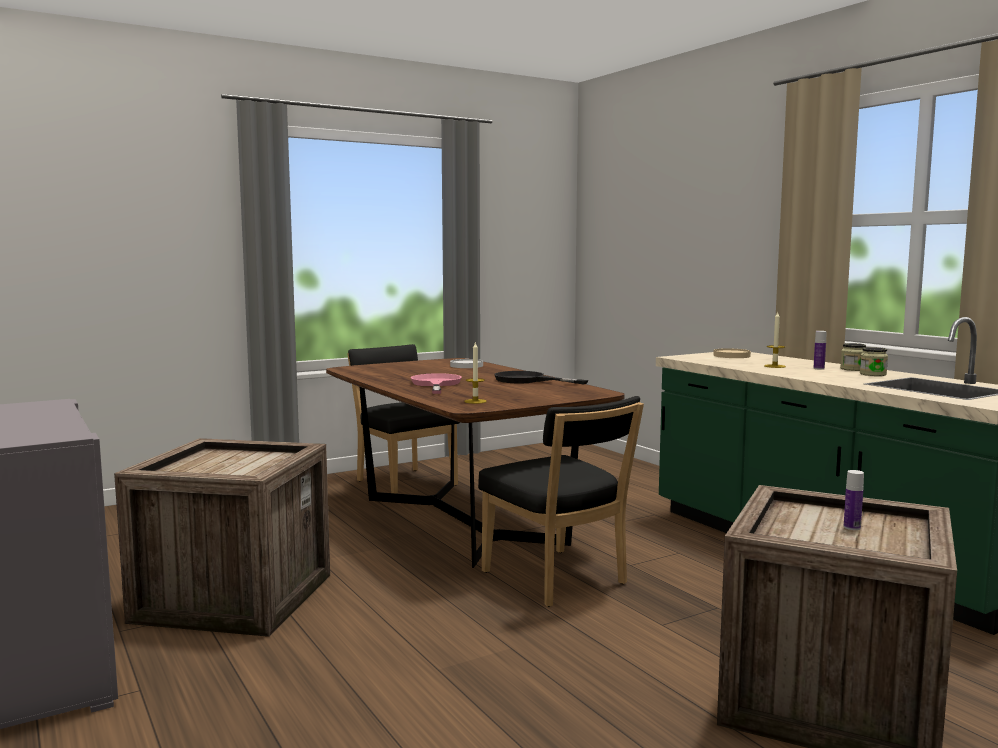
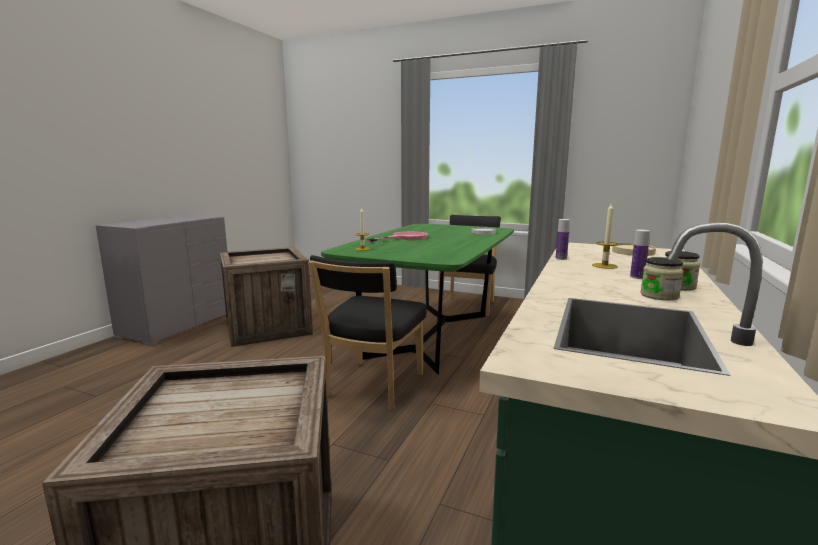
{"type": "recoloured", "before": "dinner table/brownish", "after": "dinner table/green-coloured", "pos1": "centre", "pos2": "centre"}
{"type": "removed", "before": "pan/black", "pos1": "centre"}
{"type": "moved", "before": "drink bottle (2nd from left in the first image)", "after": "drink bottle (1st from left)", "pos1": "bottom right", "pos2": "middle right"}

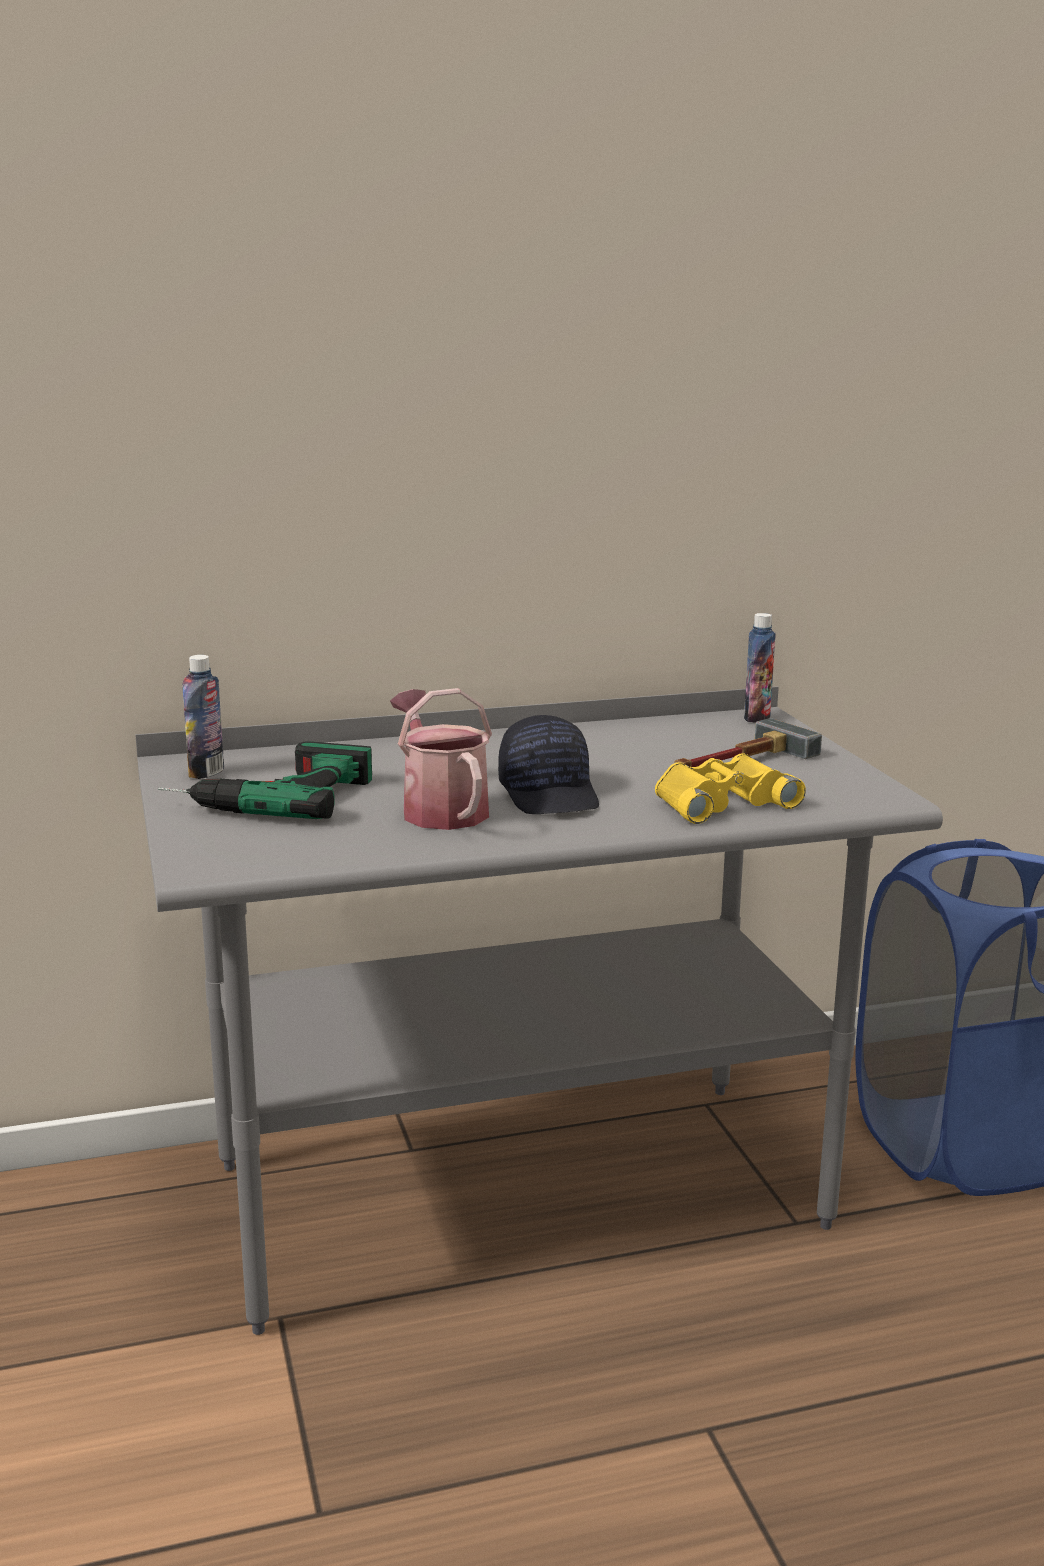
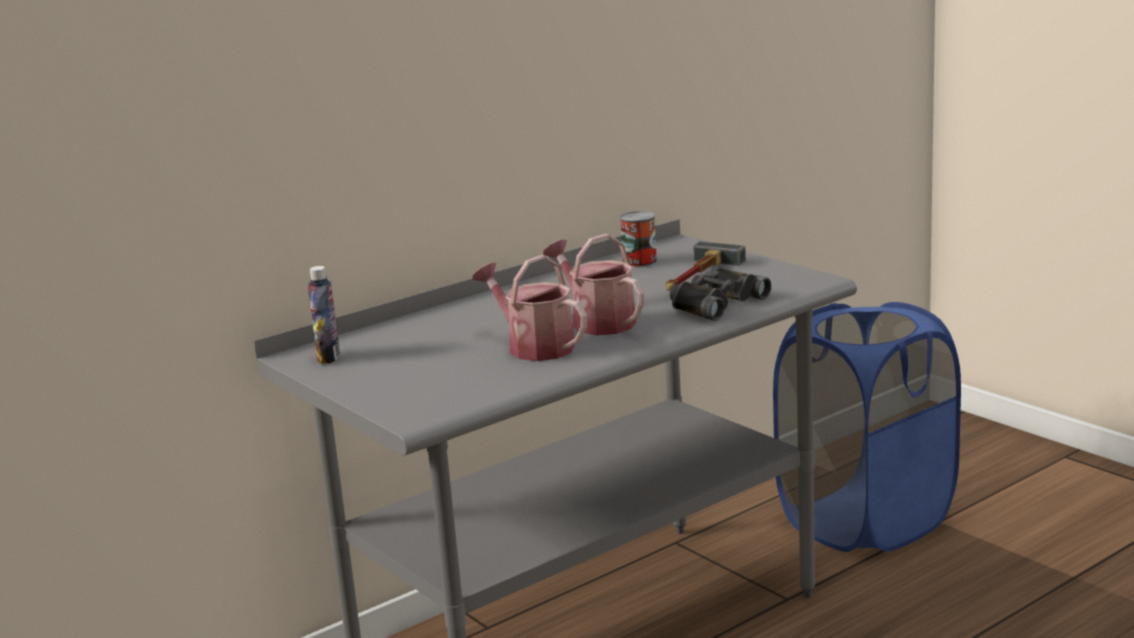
{"type": "removed", "before": "drink bottle (2nd from left)", "pos1": "middle right"}
{"type": "replaced", "before": "baseball cap/black", "after": "watering can (2nd from left)", "pos1": "centre", "pos2": "centre"}
{"type": "removed", "before": "power drill", "pos1": "middle left"}
{"type": "recoloured", "before": "pair of binoculars/yellow-coloured", "after": "pair of binoculars/black", "pos1": "middle right", "pos2": "centre"}
{"type": "added", "after": "metal can", "pos2": "centre"}

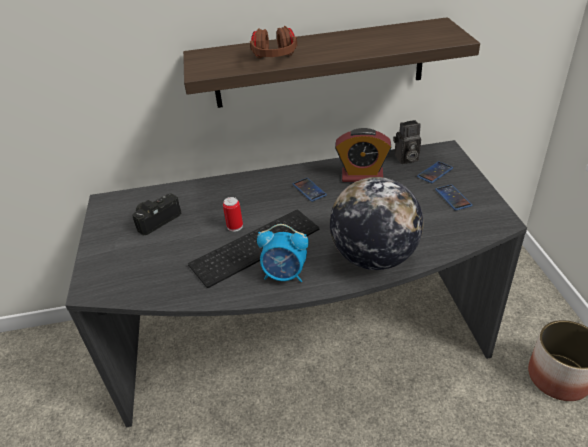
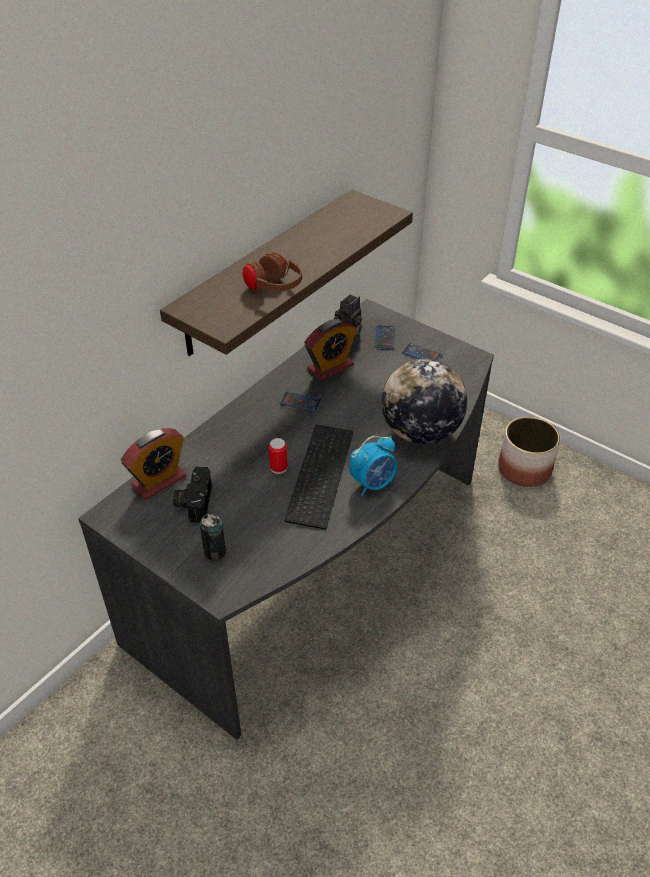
{"type": "added", "after": "table clock (1st from left)", "pos2": "middle left"}
{"type": "added", "after": "metal can (1st from left)", "pos2": "middle left"}

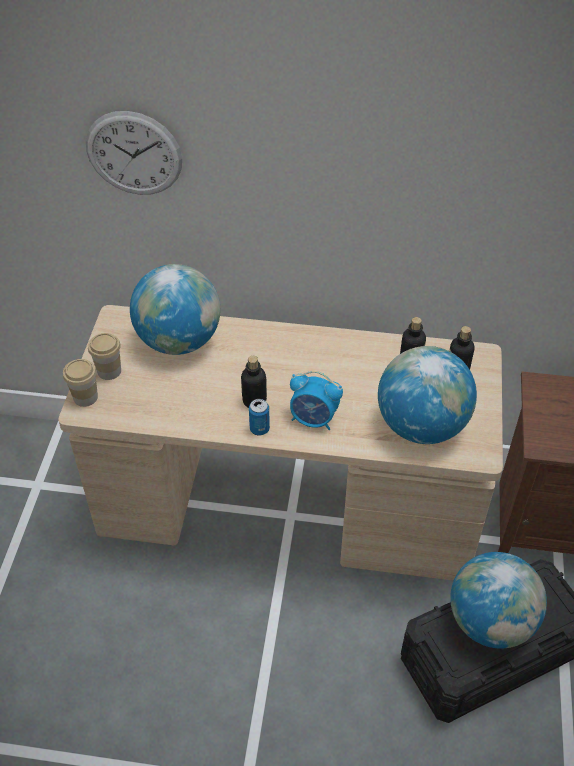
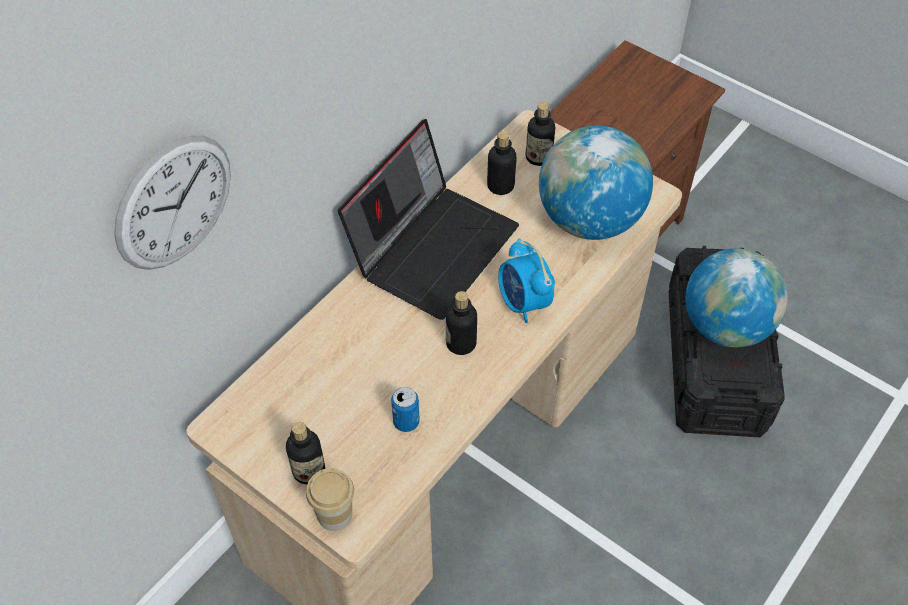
{"type": "removed", "before": "desk globe (1st from left)", "pos1": "middle left"}
{"type": "replaced", "before": "drinking cup (2nd from left)", "after": "drink bottle (1st from left)", "pos1": "middle left", "pos2": "bottom centre"}
{"type": "turned", "before": "table clock", "pos1": "centre", "pos2": "centre", "turn": 105}
{"type": "moved", "before": "metal can", "pos1": "centre", "pos2": "bottom centre"}
{"type": "added", "after": "laptop", "pos2": "centre"}

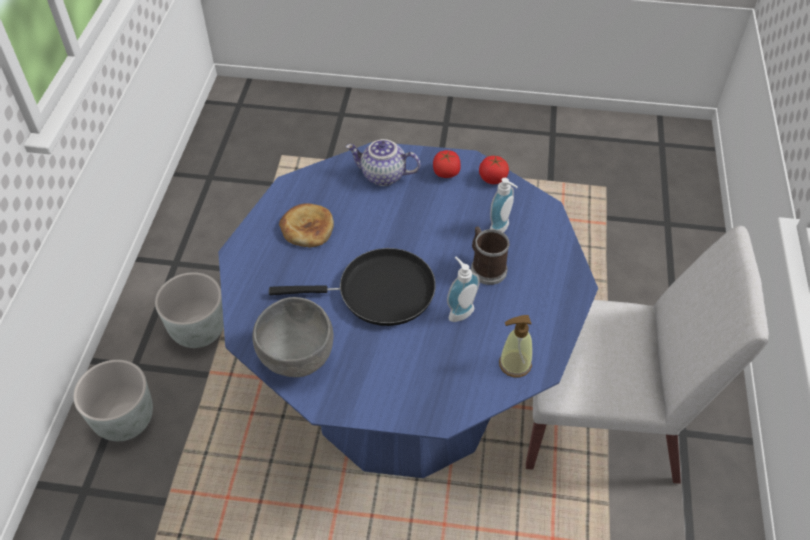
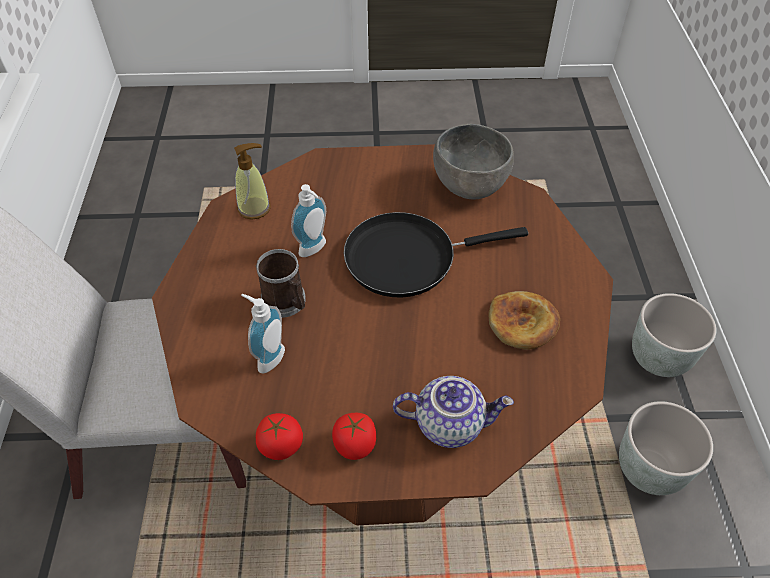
{"type": "recoloured", "before": "dinner table/blue-coloured", "after": "dinner table/brownish", "pos1": "centre", "pos2": "centre"}

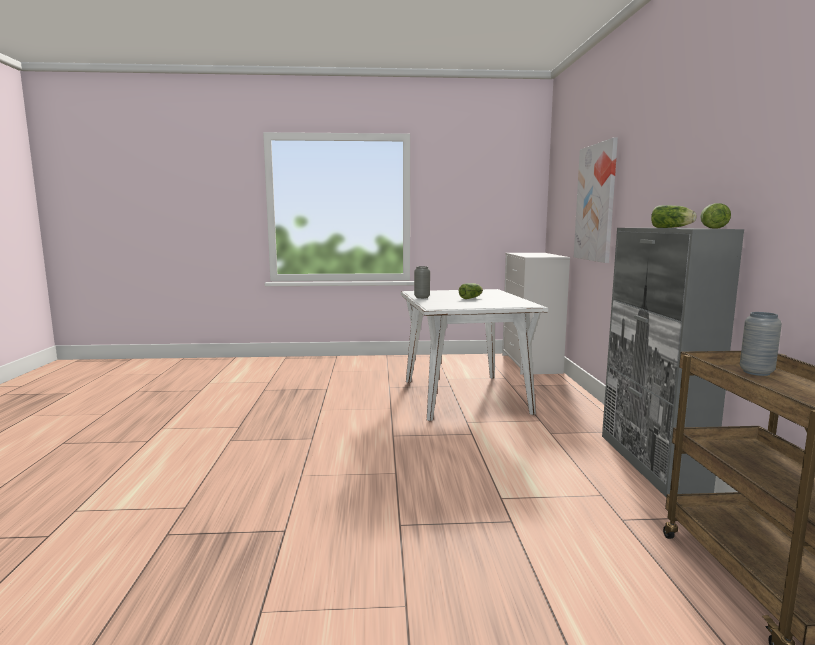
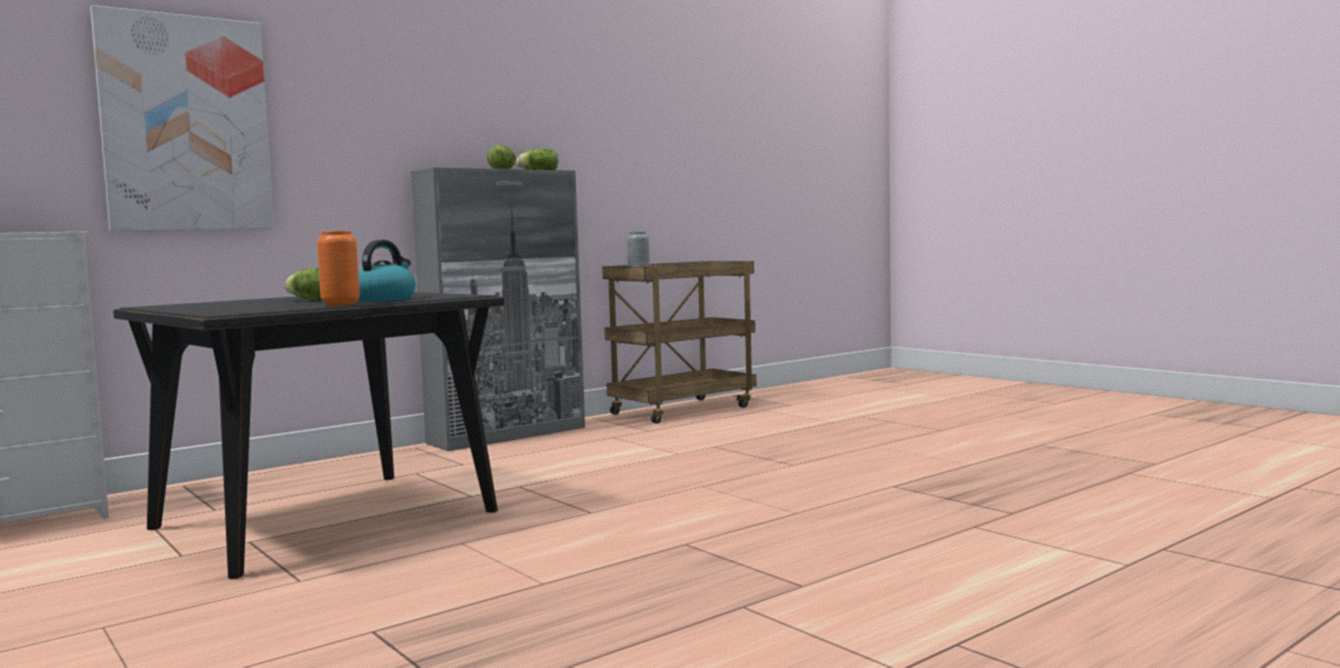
{"type": "recoloured", "before": "flower vase/gray (1st from left)", "after": "flower vase/orange", "pos1": "centre", "pos2": "middle left"}
{"type": "recoloured", "before": "dinner table/whitish", "after": "dinner table/black", "pos1": "centre", "pos2": "middle left"}
{"type": "added", "after": "water kettle", "pos2": "middle left"}

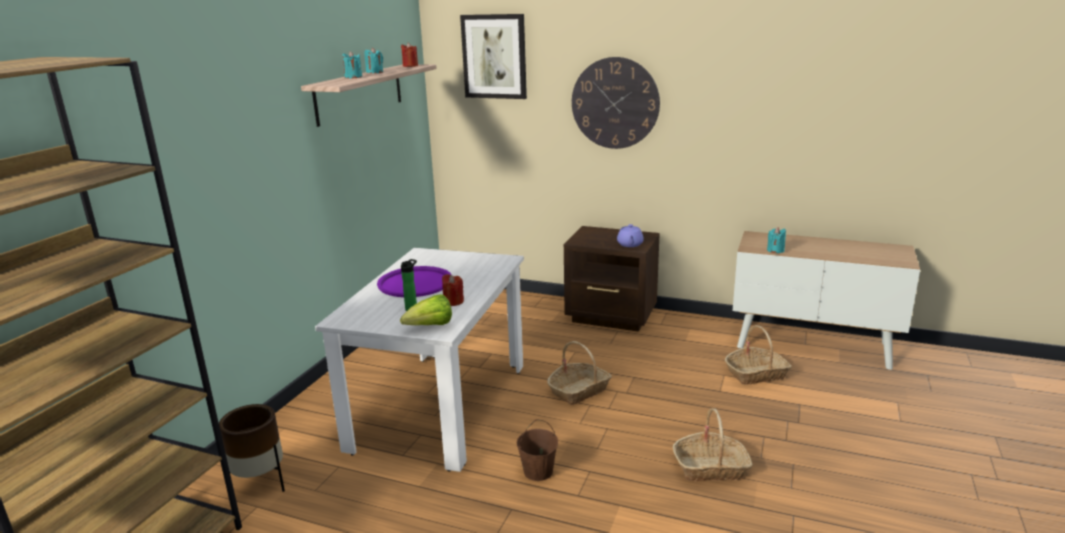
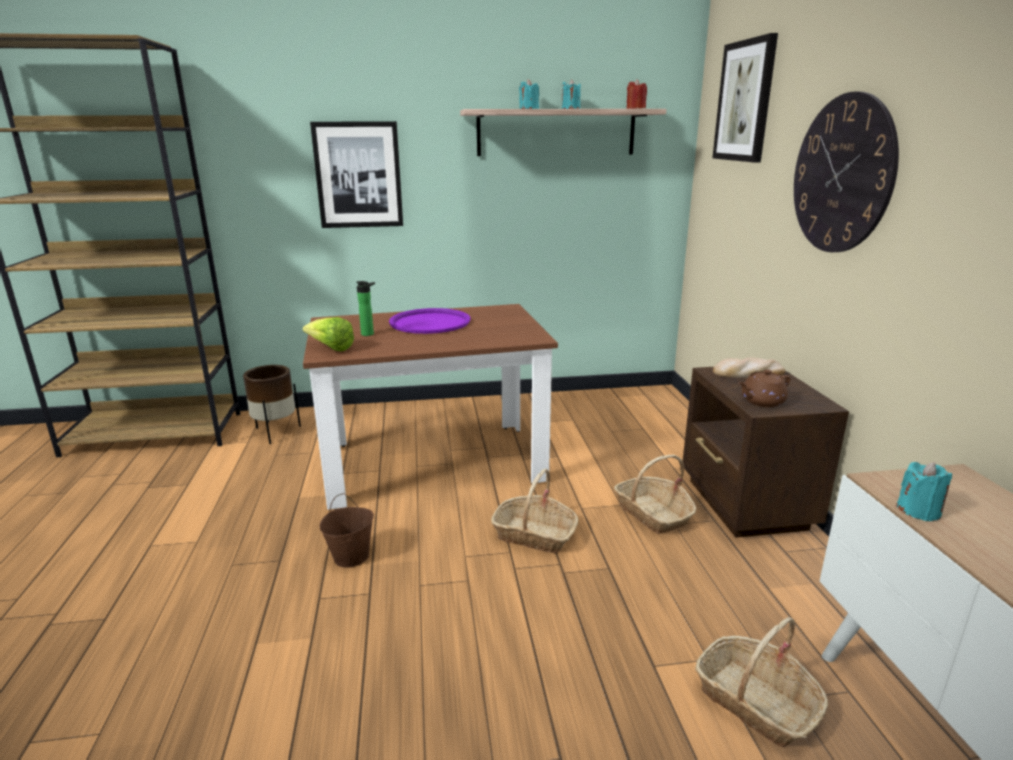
{"type": "recoloured", "before": "tea pot/purplish", "after": "tea pot/brownish", "pos1": "centre", "pos2": "middle right"}
{"type": "recoloured", "before": "dinner table/whitish", "after": "dinner table/brownish", "pos1": "bottom centre", "pos2": "centre"}
{"type": "removed", "before": "wax light/red (2nd from left)", "pos1": "centre"}
{"type": "moved", "before": "household basket (2nd from left)", "pos1": "bottom right", "pos2": "centre"}
{"type": "added", "after": "wall picture (1st from left)", "pos2": "top centre"}
{"type": "added", "after": "bakery bread", "pos2": "middle right"}

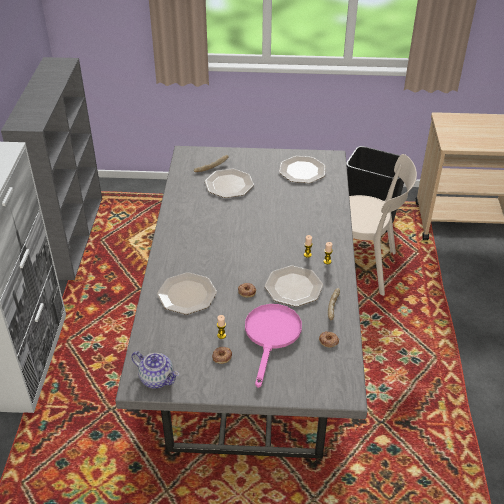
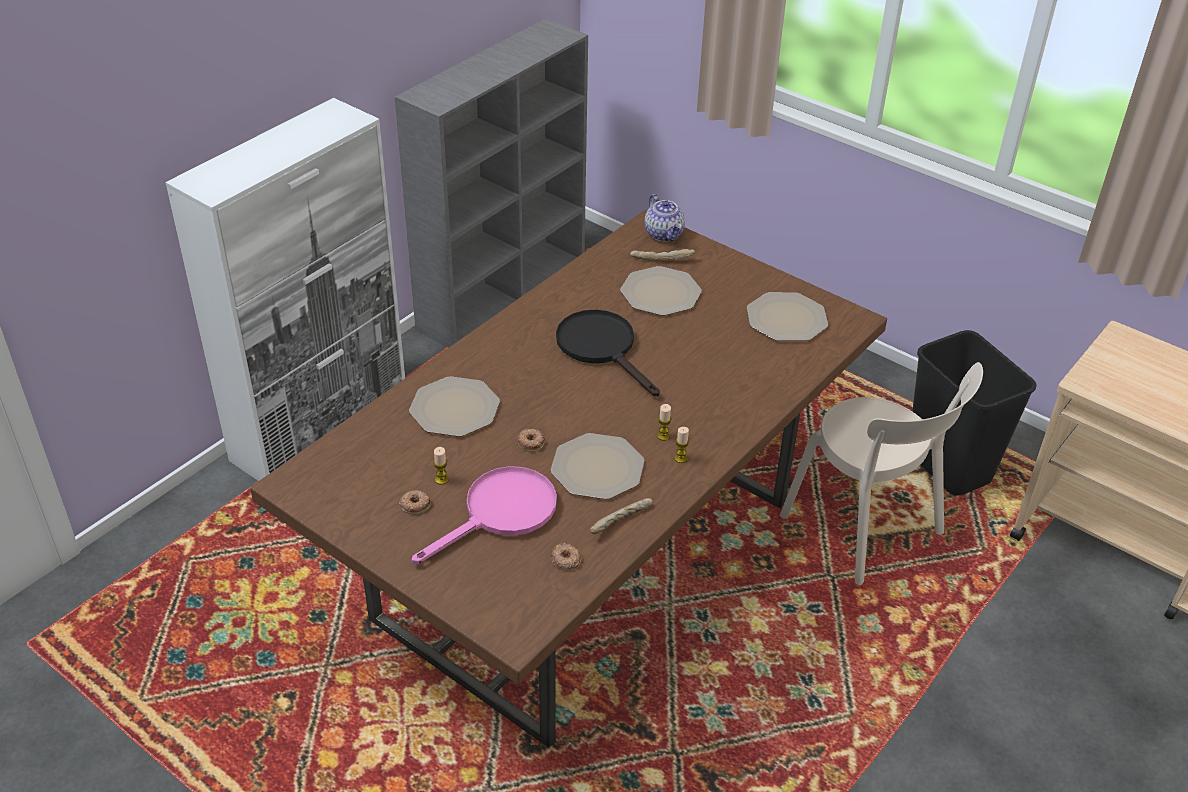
{"type": "recoloured", "before": "dinner table/gray", "after": "dinner table/brownish", "pos1": "centre", "pos2": "centre"}
{"type": "moved", "before": "tea pot", "pos1": "bottom left", "pos2": "top centre"}
{"type": "added", "after": "pan/black", "pos2": "centre"}

